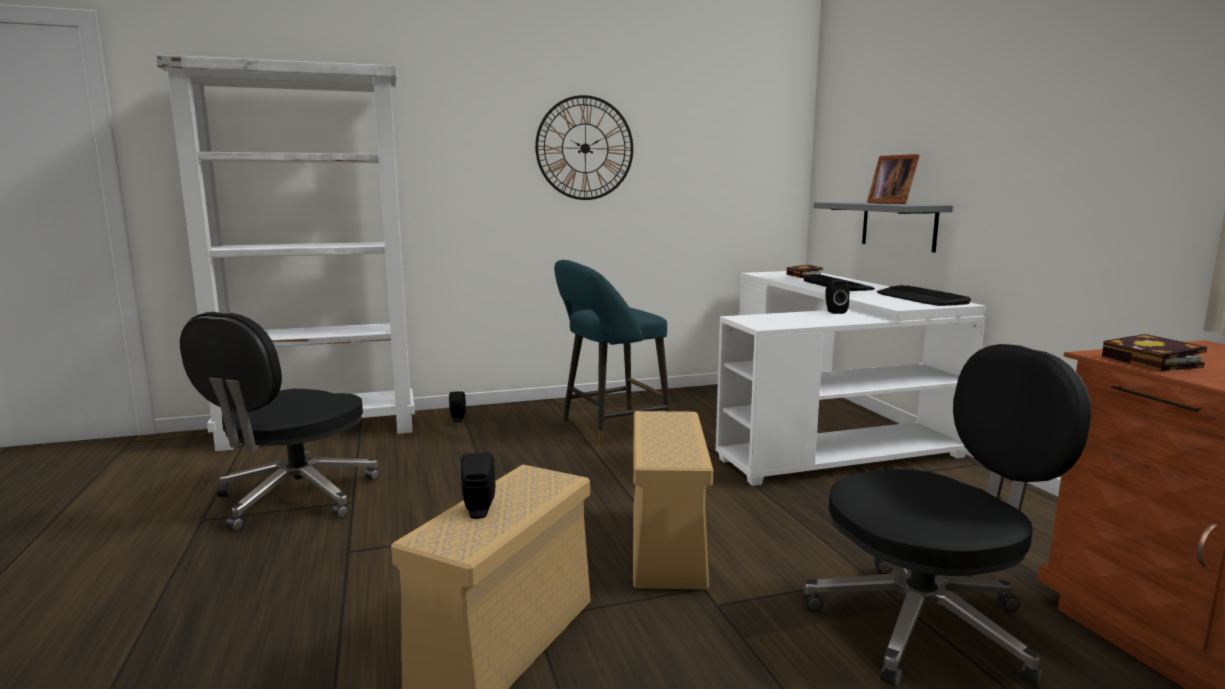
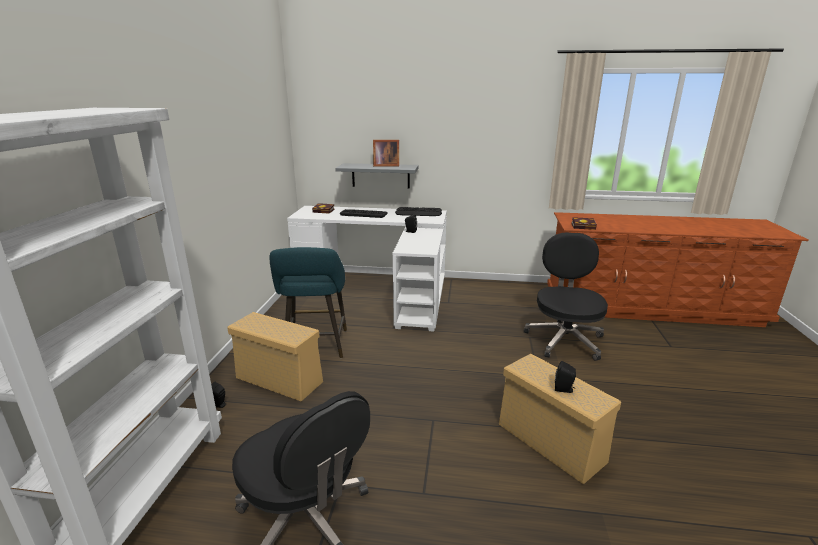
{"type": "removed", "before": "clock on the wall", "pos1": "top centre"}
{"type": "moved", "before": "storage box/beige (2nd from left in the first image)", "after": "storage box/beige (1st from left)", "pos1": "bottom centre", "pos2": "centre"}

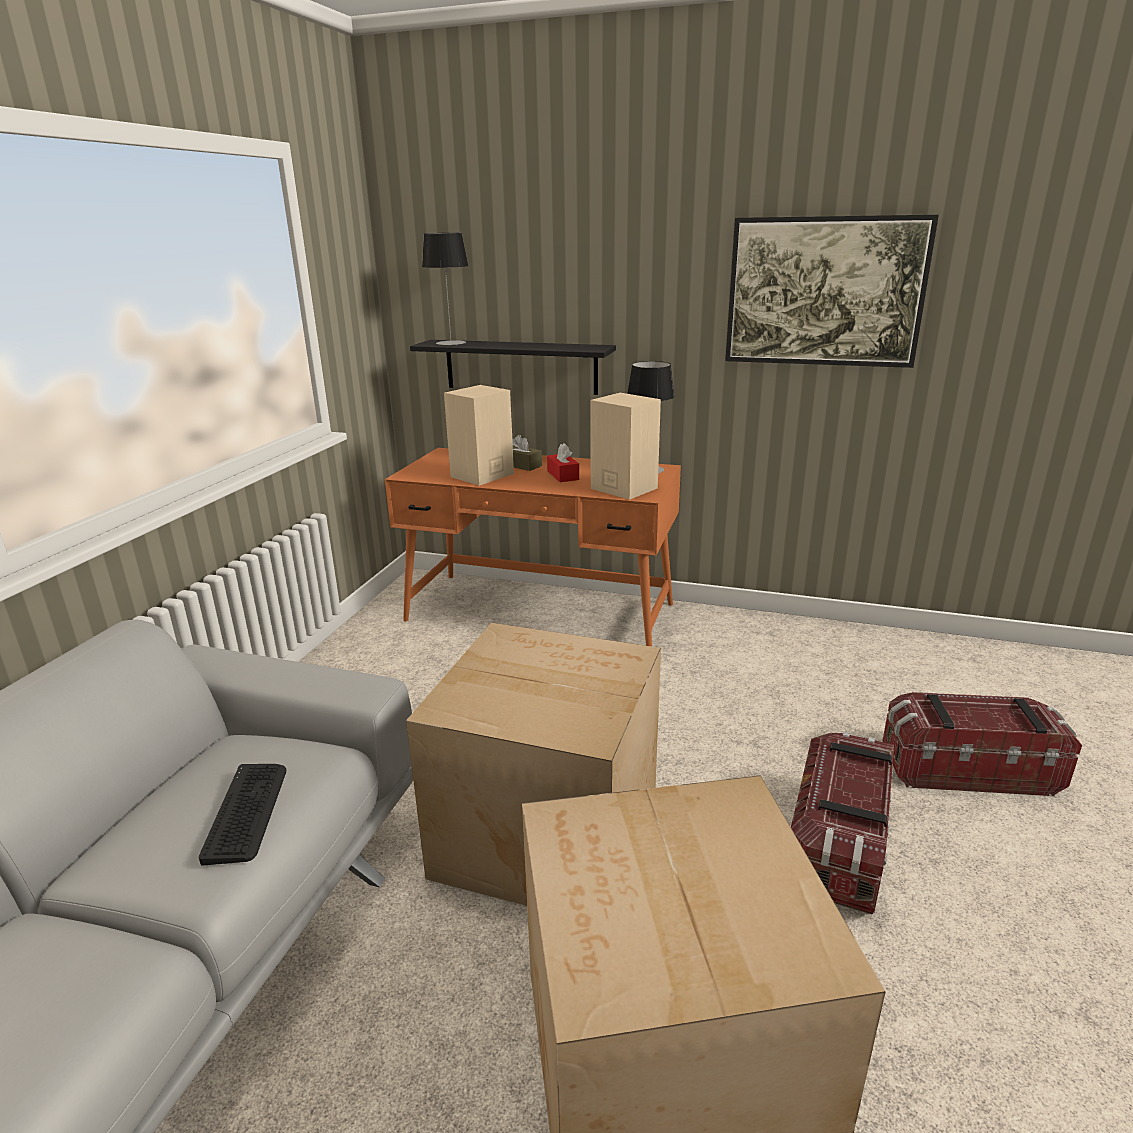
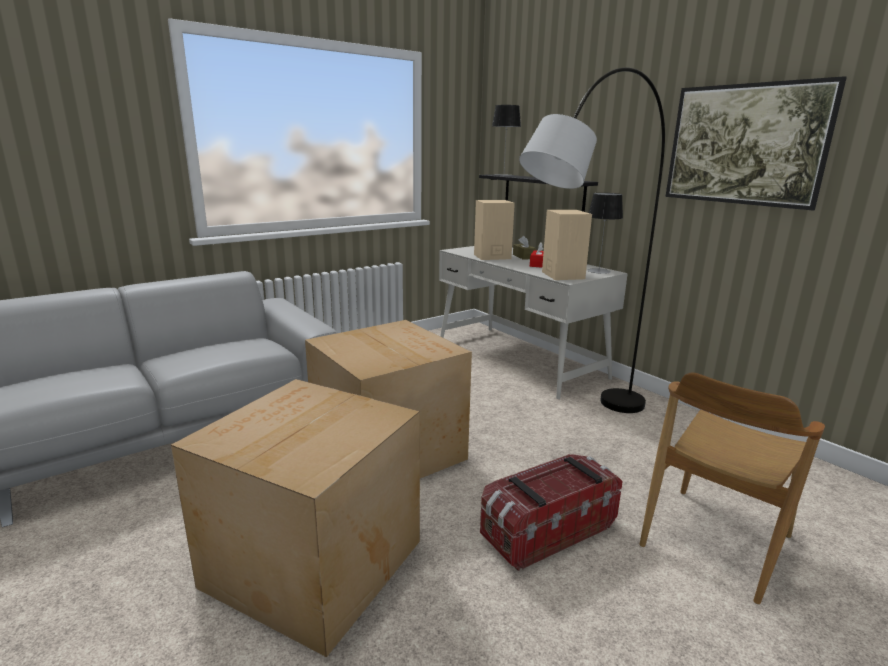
{"type": "recoloured", "before": "desk table/orange", "after": "desk table/whitish", "pos1": "centre", "pos2": "centre"}
{"type": "replaced", "before": "storage box (2nd from left)", "after": "chair/brownish", "pos1": "middle right", "pos2": "bottom right"}
{"type": "removed", "before": "keyboard", "pos1": "bottom left"}
{"type": "added", "after": "floor lamp/gray", "pos2": "middle right"}

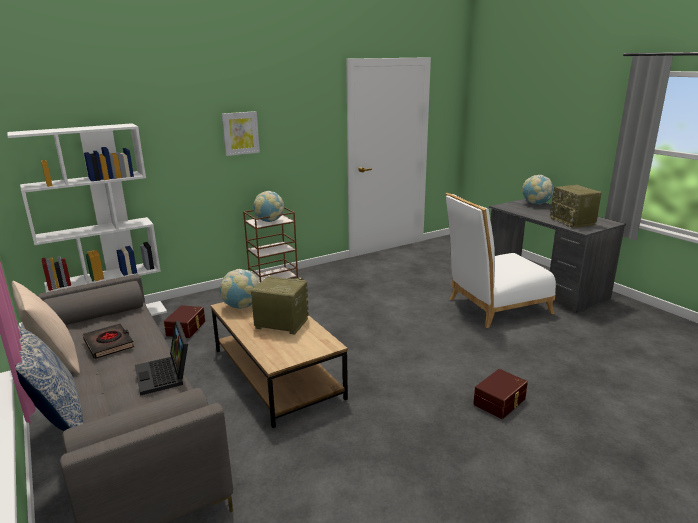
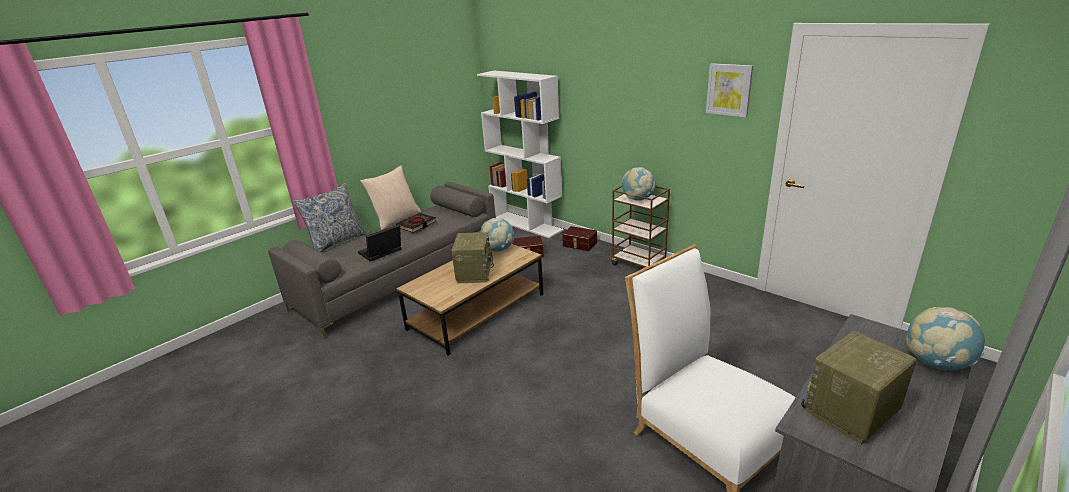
{"type": "moved", "before": "wall picture", "pos1": "top centre", "pos2": "top right"}
{"type": "moved", "before": "storage box/brownish (2nd from left)", "pos1": "bottom right", "pos2": "centre"}

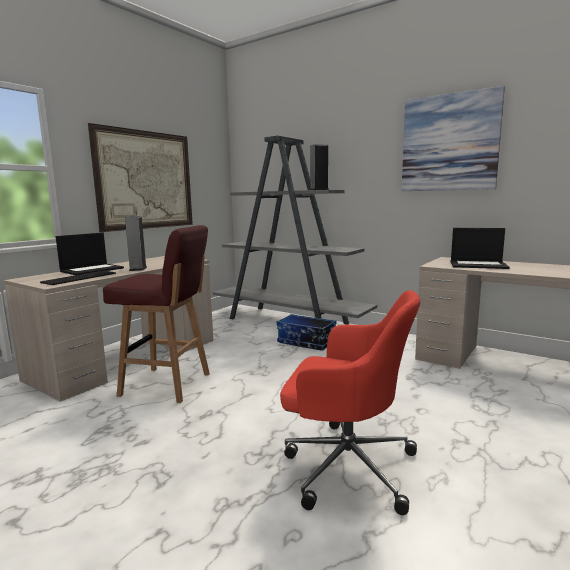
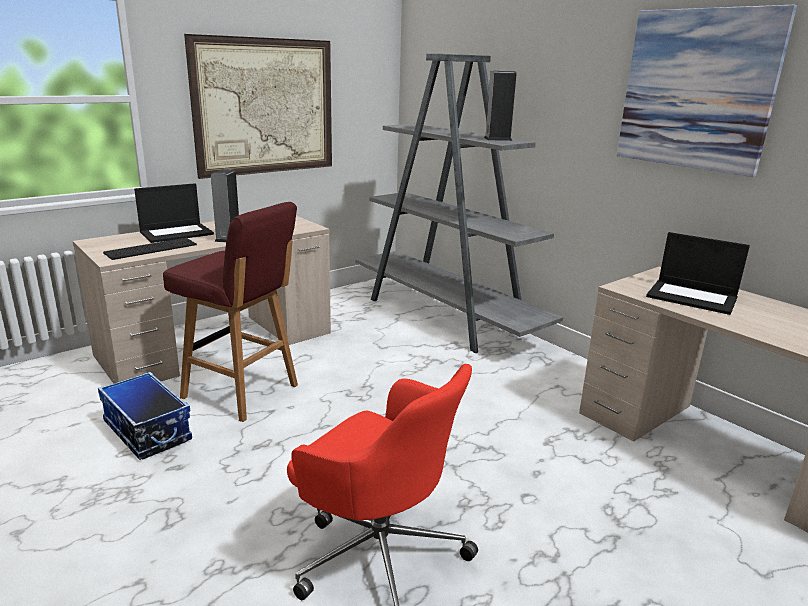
{"type": "moved", "before": "storage box", "pos1": "centre", "pos2": "bottom left"}

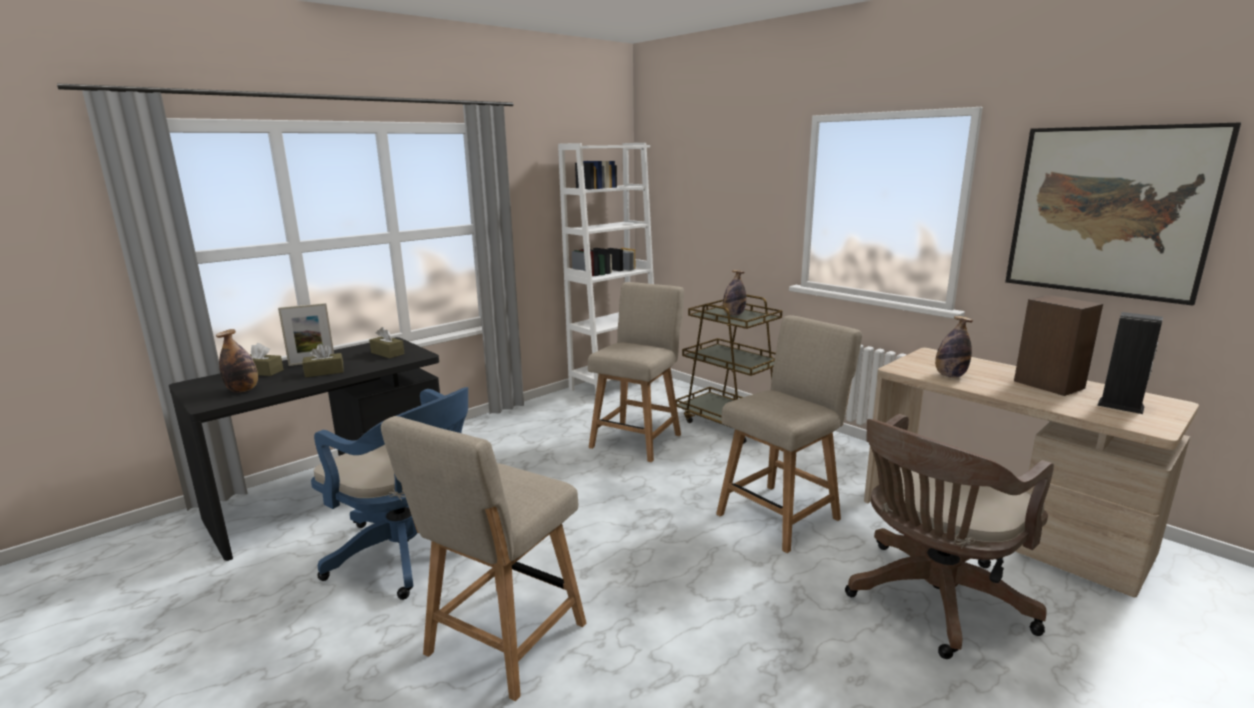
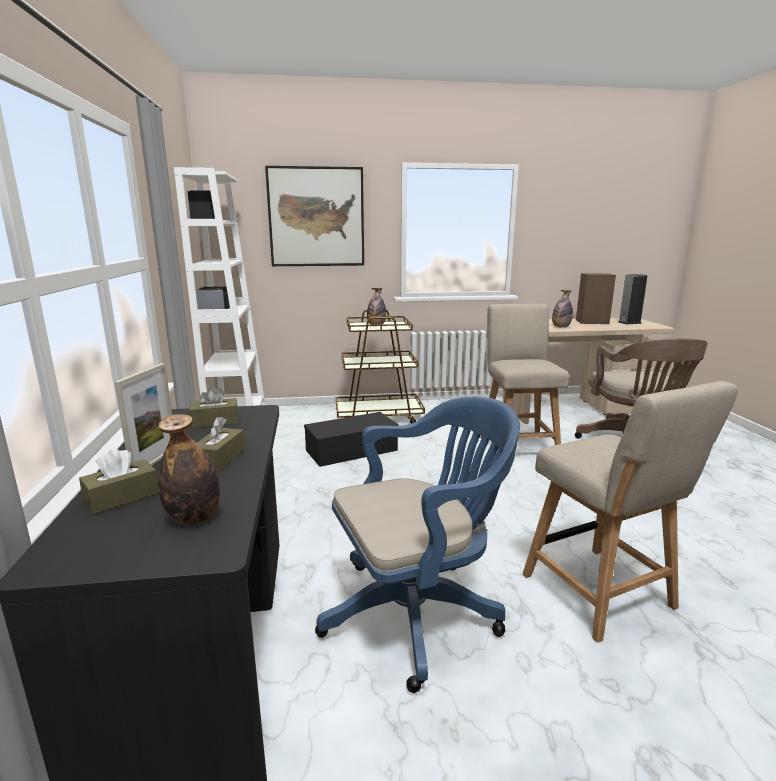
{"type": "moved", "before": "wall picture", "pos1": "top right", "pos2": "top centre"}
{"type": "replaced", "before": "chair/beige (2nd from left)", "after": "storage box/black", "pos1": "centre", "pos2": "centre"}

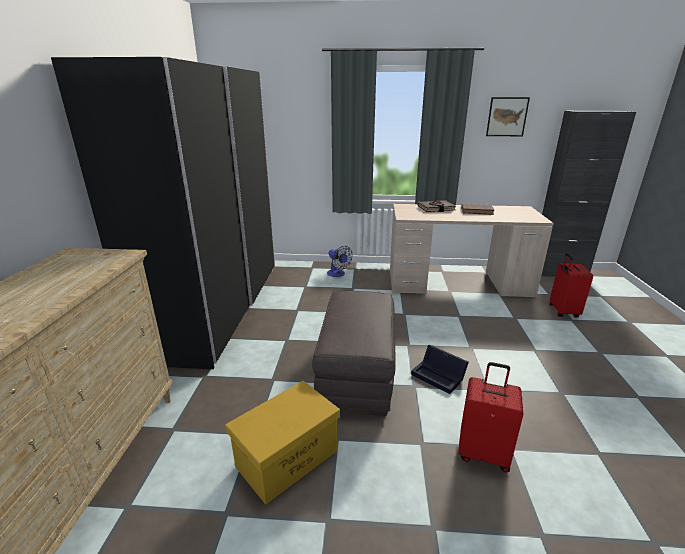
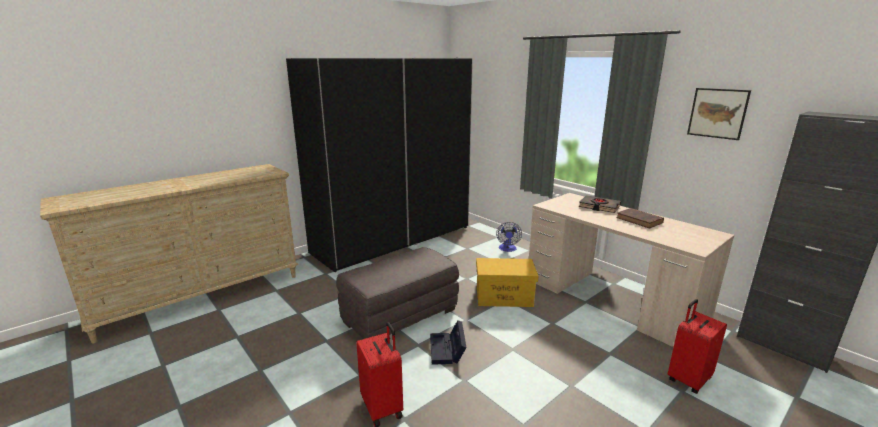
{"type": "moved", "before": "storage box/yellow-coloured", "pos1": "bottom centre", "pos2": "centre"}

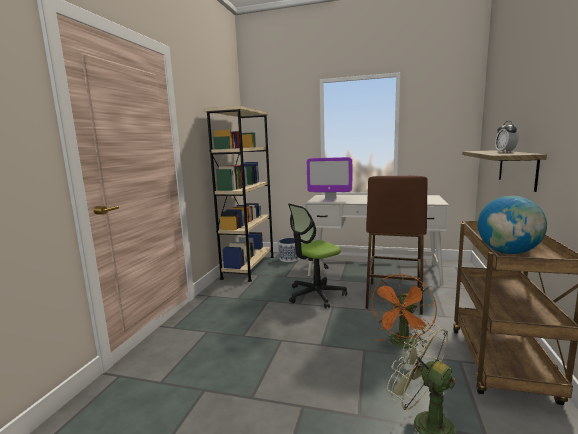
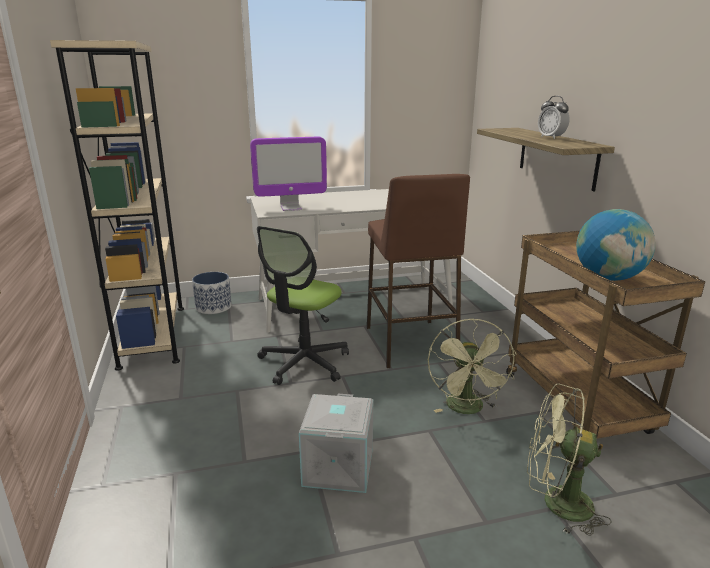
{"type": "recoloured", "before": "fan/orange", "after": "fan/green-coloured (1st from left)", "pos1": "bottom right", "pos2": "centre"}
{"type": "added", "after": "storage box/gray", "pos2": "bottom centre"}

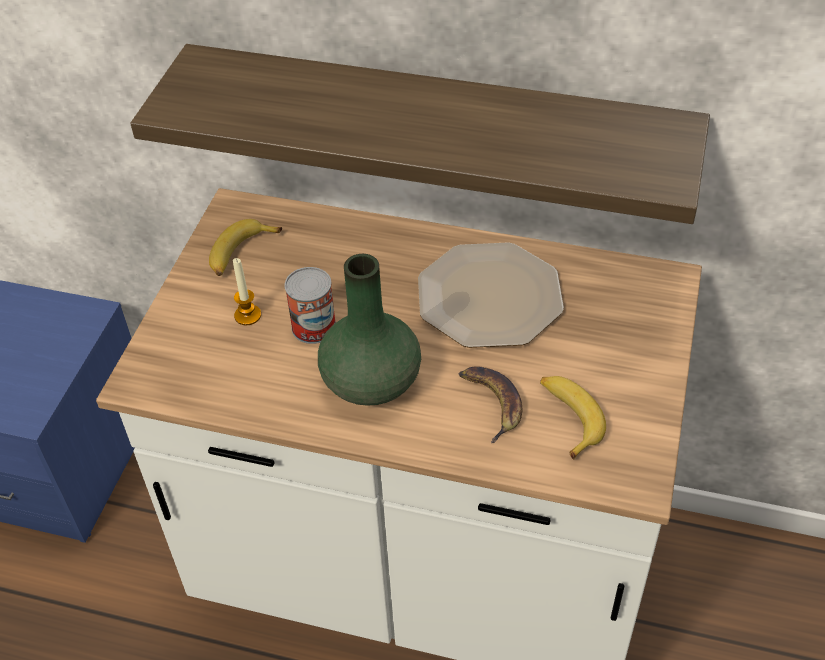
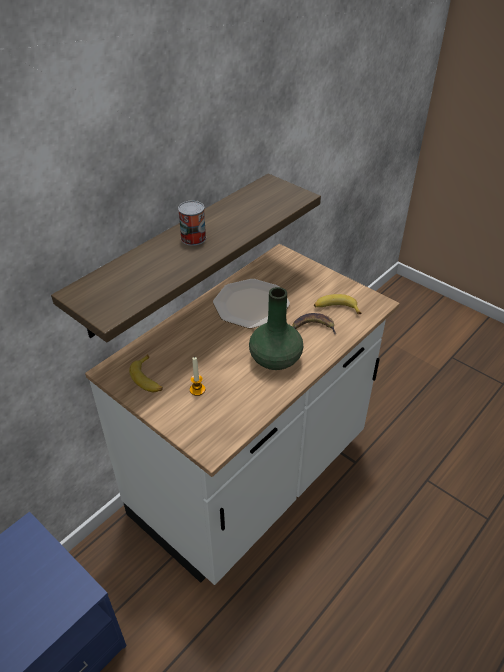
{"type": "moved", "before": "metal can", "pos1": "centre", "pos2": "top centre"}

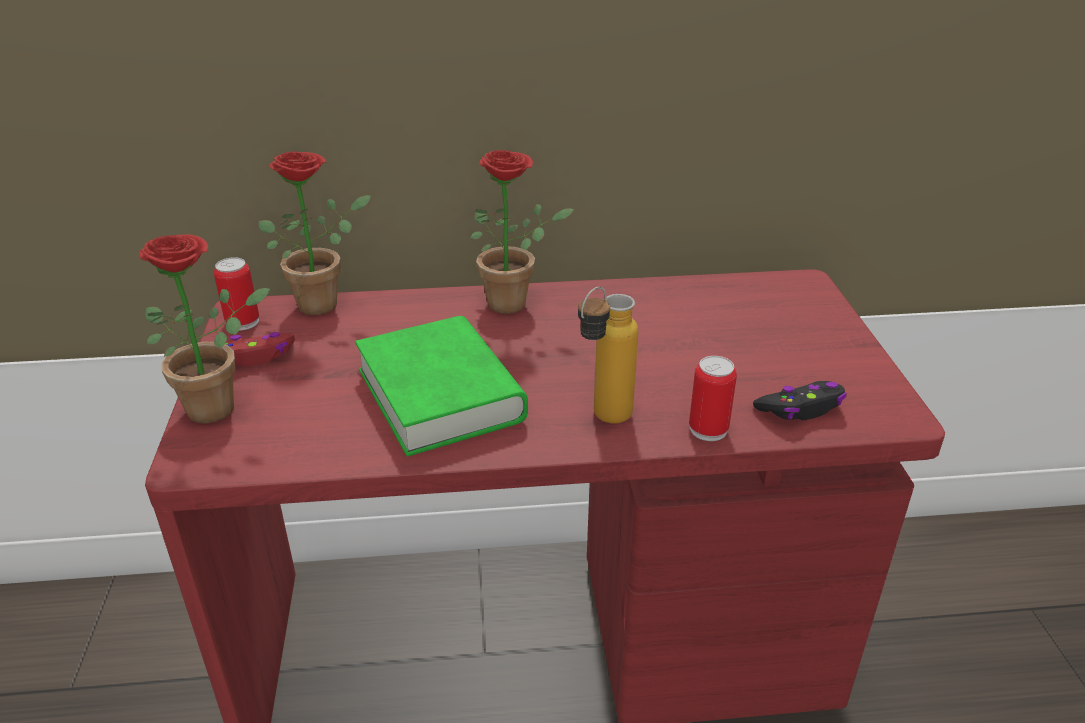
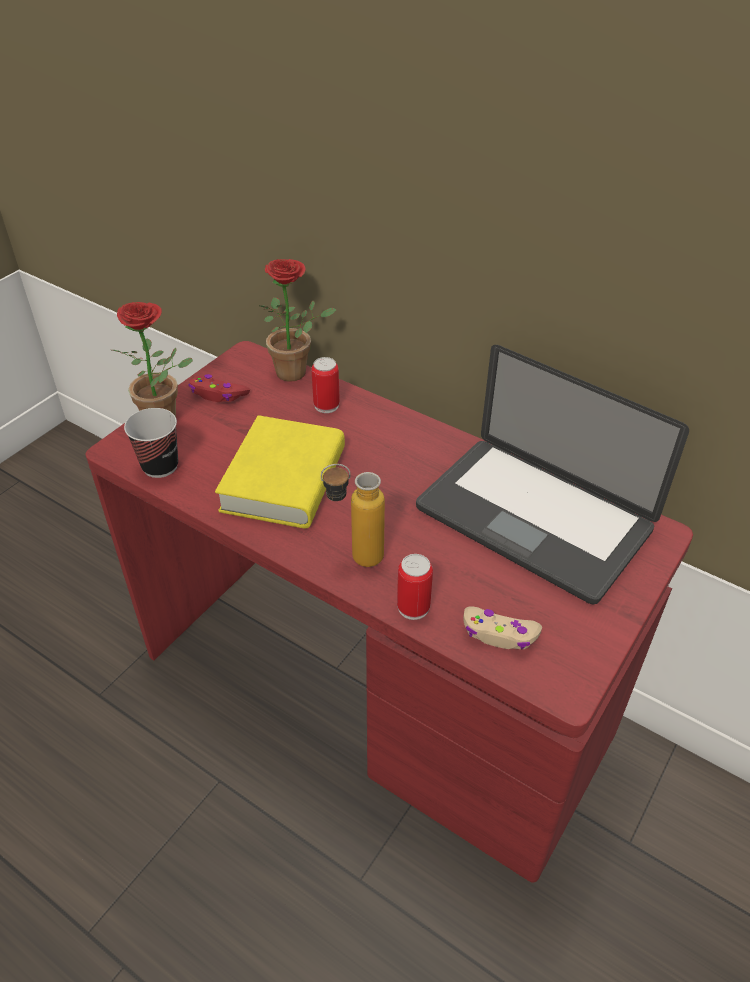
{"type": "removed", "before": "plant in a pot (3rd from left)", "pos1": "top centre"}
{"type": "moved", "before": "metal can (1st from left)", "pos1": "middle left", "pos2": "centre"}
{"type": "recoloured", "before": "book/green-coloured", "after": "book/yellow-coloured", "pos1": "centre", "pos2": "centre"}
{"type": "recoloured", "before": "joypad/black", "after": "joypad/beige", "pos1": "middle right", "pos2": "middle right"}
{"type": "added", "after": "laptop", "pos2": "middle right"}
{"type": "added", "after": "drinking cup", "pos2": "middle left"}

